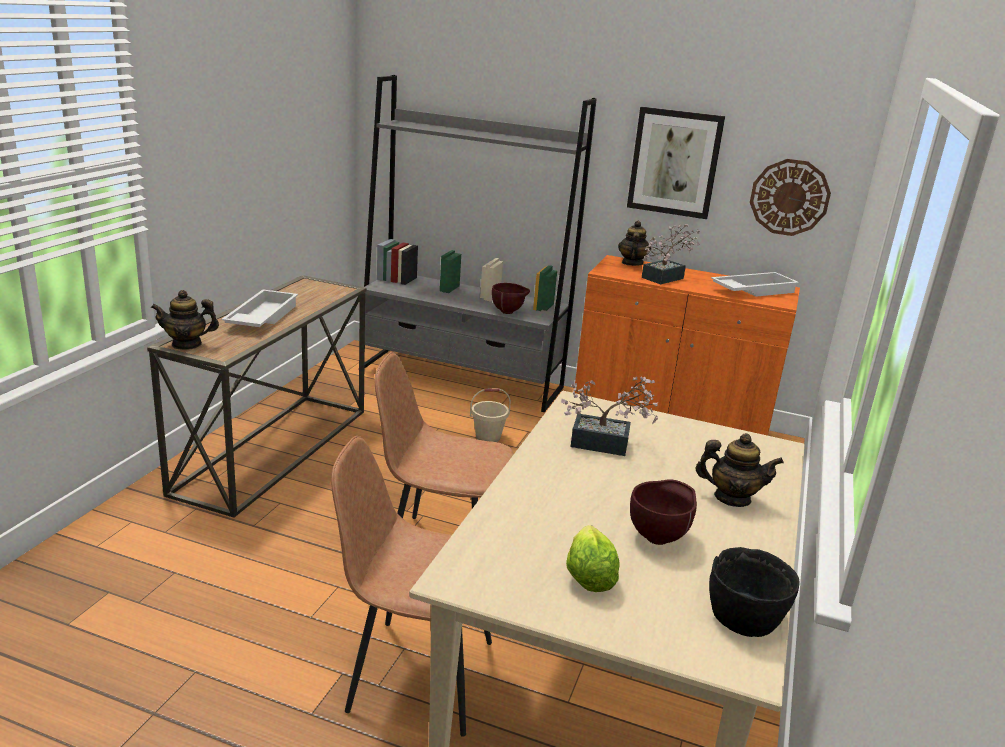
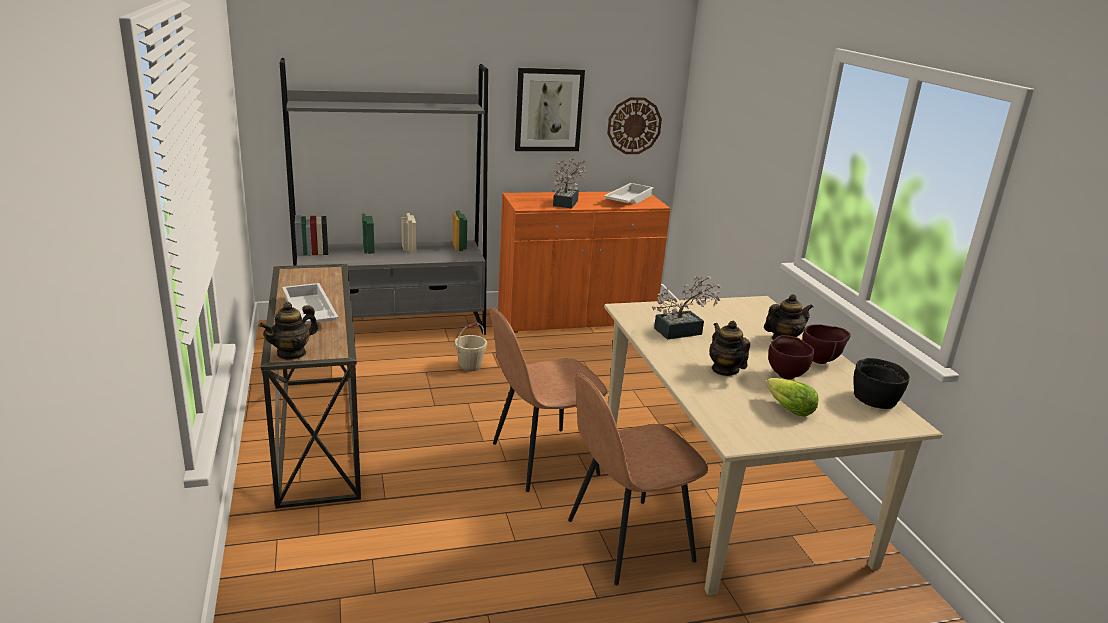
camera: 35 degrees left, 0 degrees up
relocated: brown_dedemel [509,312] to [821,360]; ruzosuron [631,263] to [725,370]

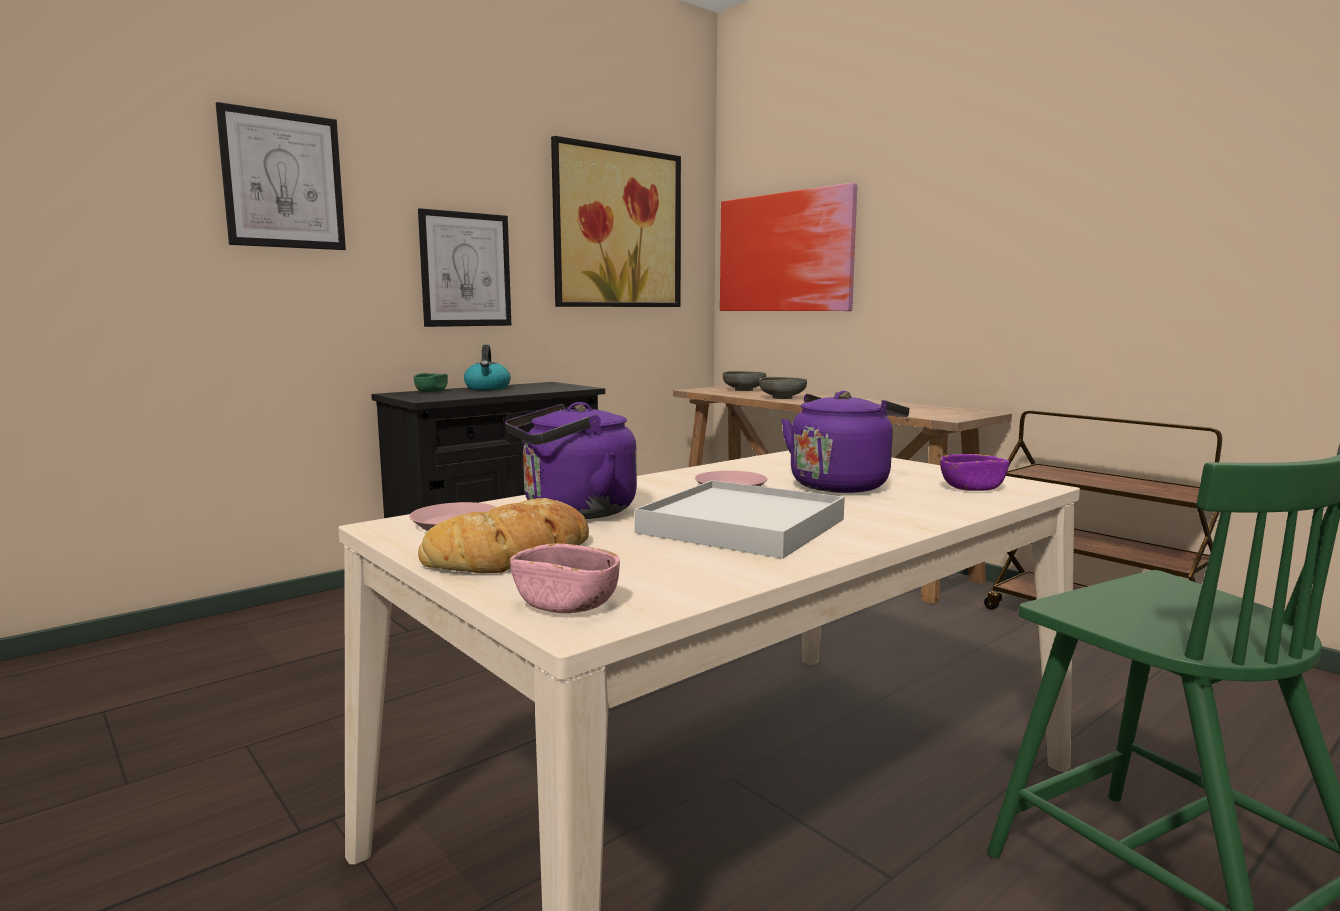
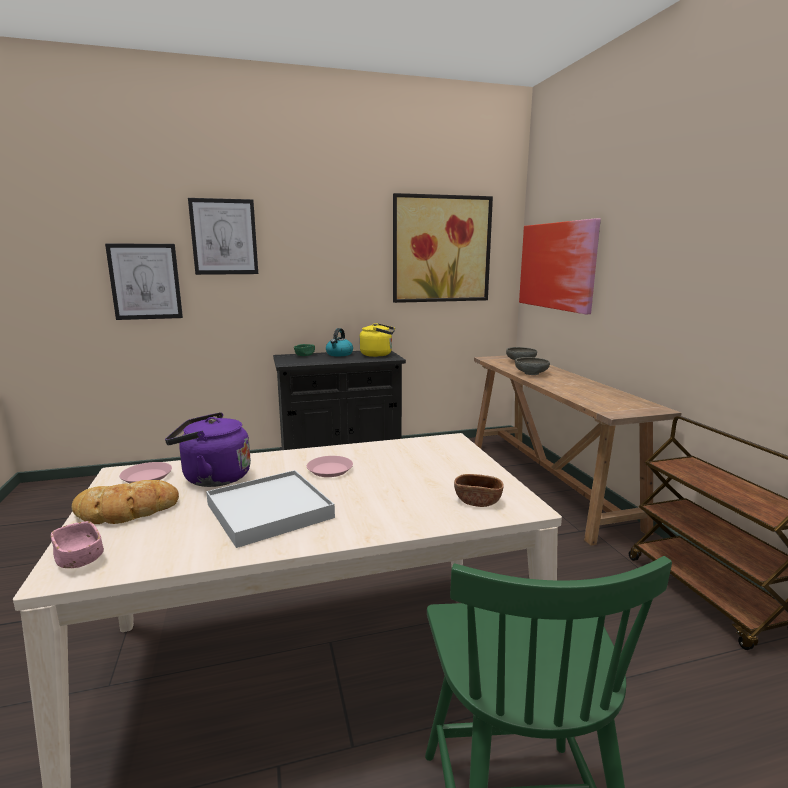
camera: 25 degrees right, 5 degrees up
missing: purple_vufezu [841,485]
appeared: yellow_vufezu [378,354]
relocated: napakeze [465,269] to [145,281]
colour: purple_dedemel [972,488] to brown_dedemel [477,501]

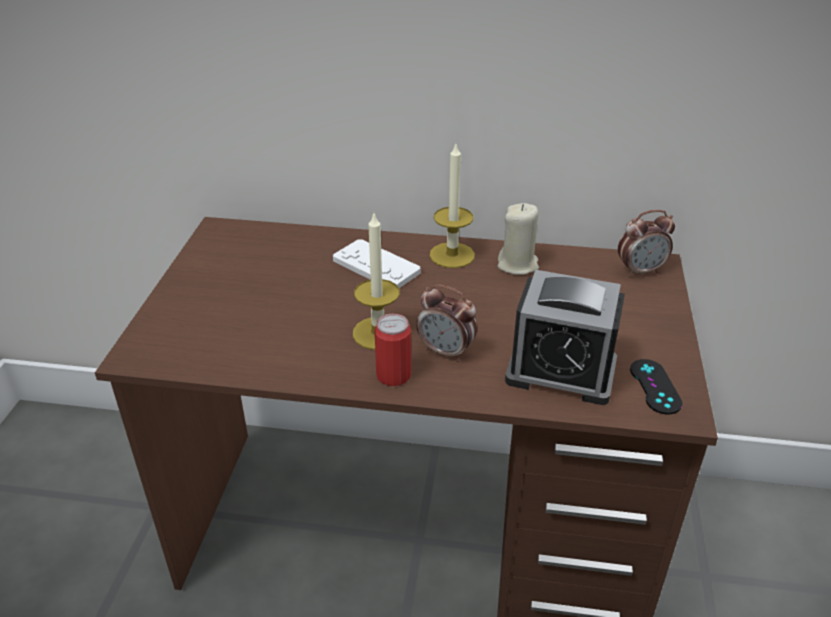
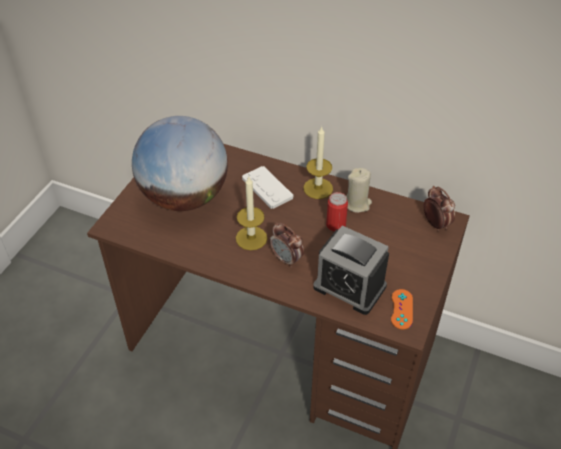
camera: 15 degrees right, 10 degrees up
appeared: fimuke [185,197]
relocated: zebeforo [393,375] to [335,225]
colour: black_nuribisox [655,386] to orange_nuribisox [401,309]
spun: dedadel [640,271] = [435,224] 120 degrees counterclockwise

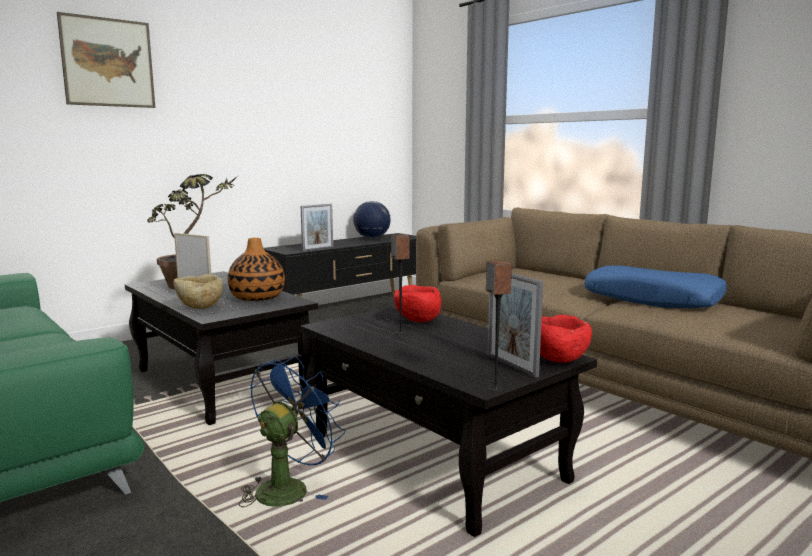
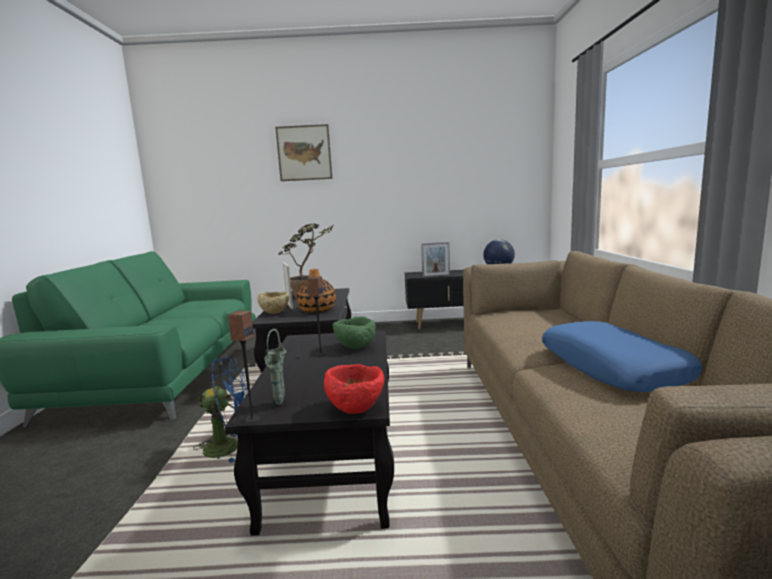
camera: 40 degrees right, 0 degrees up
missing: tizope [511,365]
appeared: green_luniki [279,404]
colour: red_dedemel [417,321] to green_dedemel [355,347]

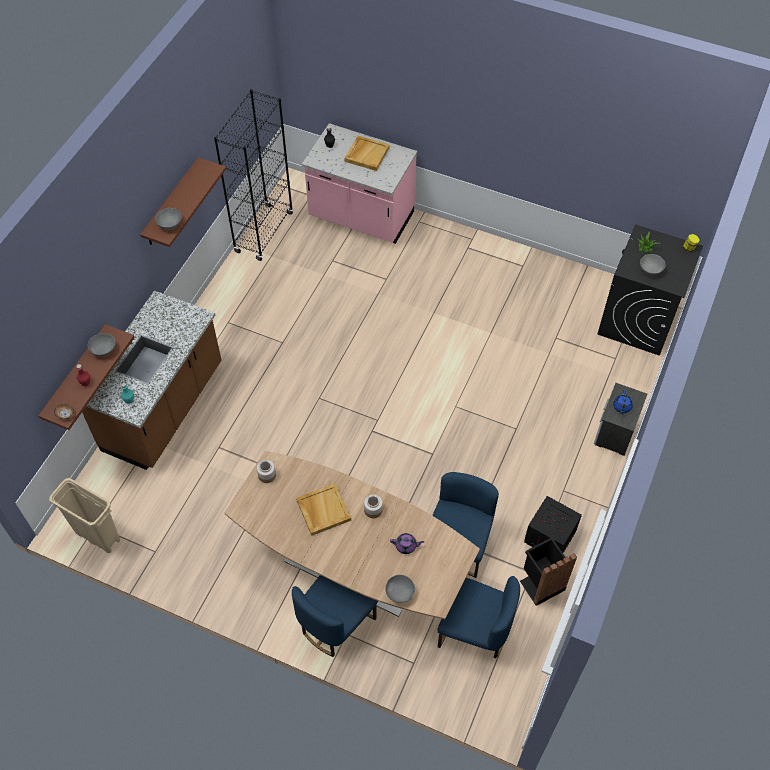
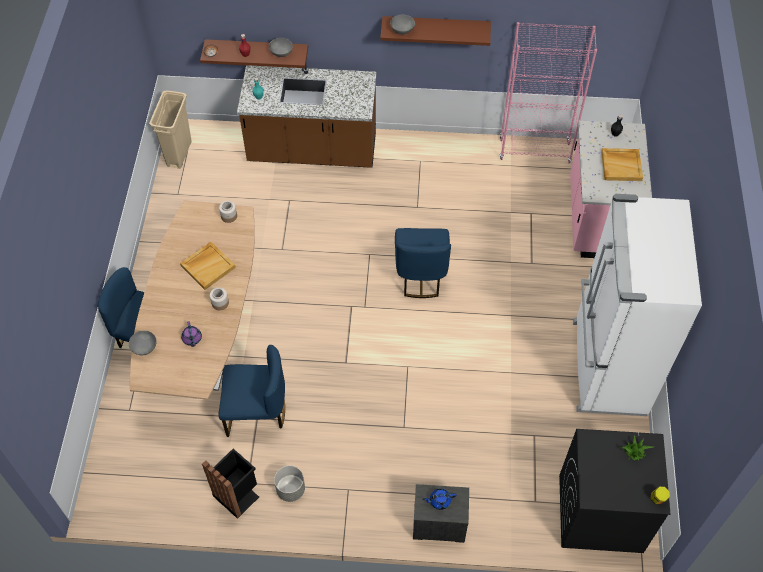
camera: 70 degrees right, 0 degrees up
missing: grey_dedemel [650,270]
appeared: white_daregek [606,368]
relocated: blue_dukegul [474,631] to [420,275]
exchanged: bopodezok [549,537] to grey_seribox [290,489]
colour: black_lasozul [264,232] to pink_lasozul [535,151]

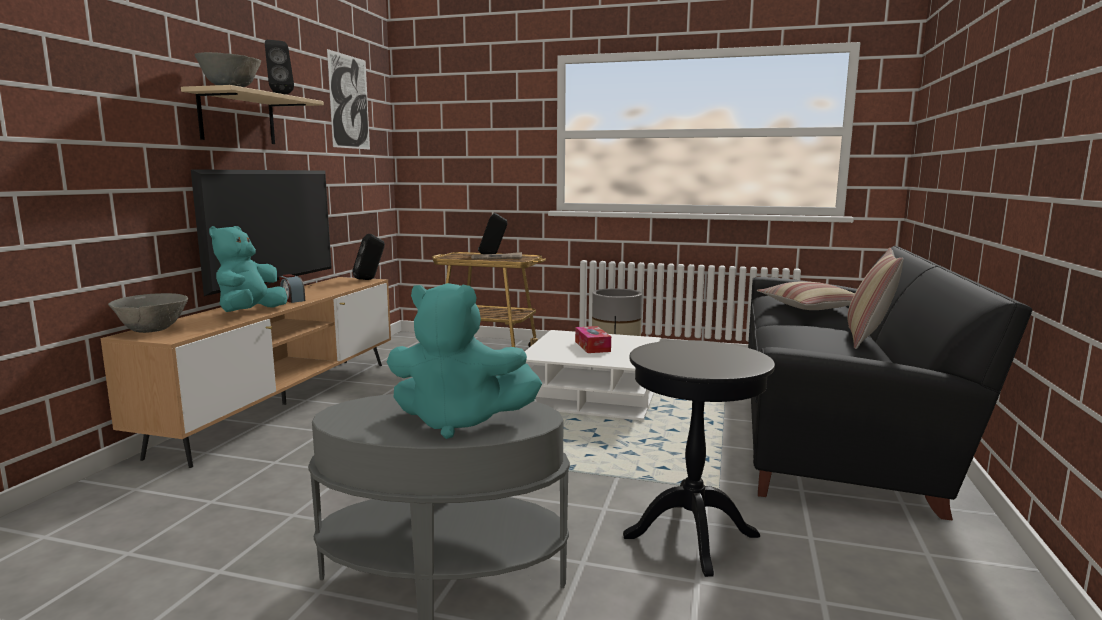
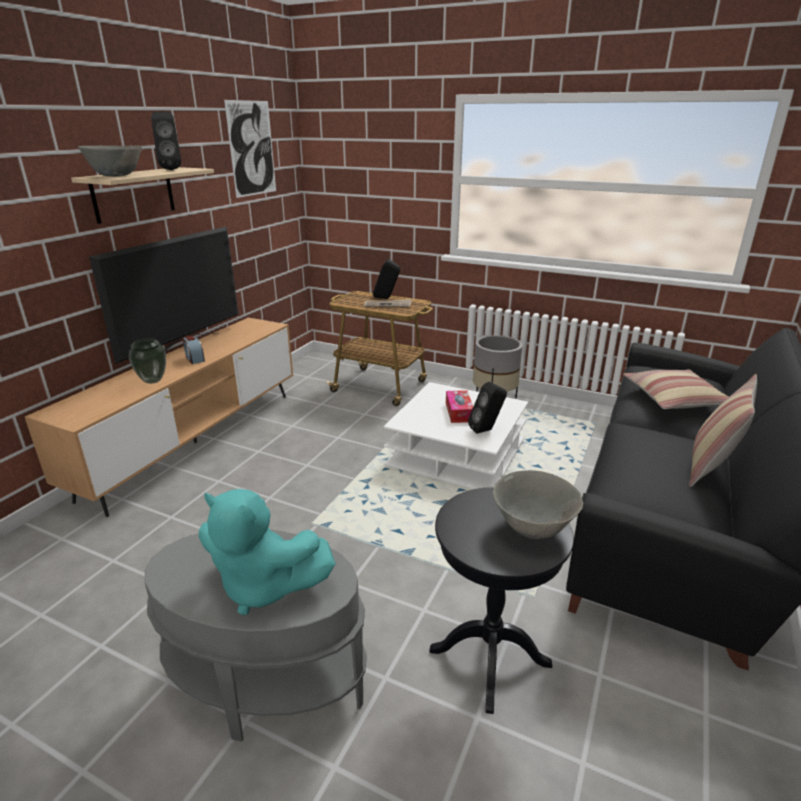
camera: 10 degrees right, 15 degrees up
relocated: grey_dedemel [153,331] to [533,527]; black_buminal [370,279] to [486,430]
exchanged: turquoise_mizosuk [250,313] to luniki [153,380]

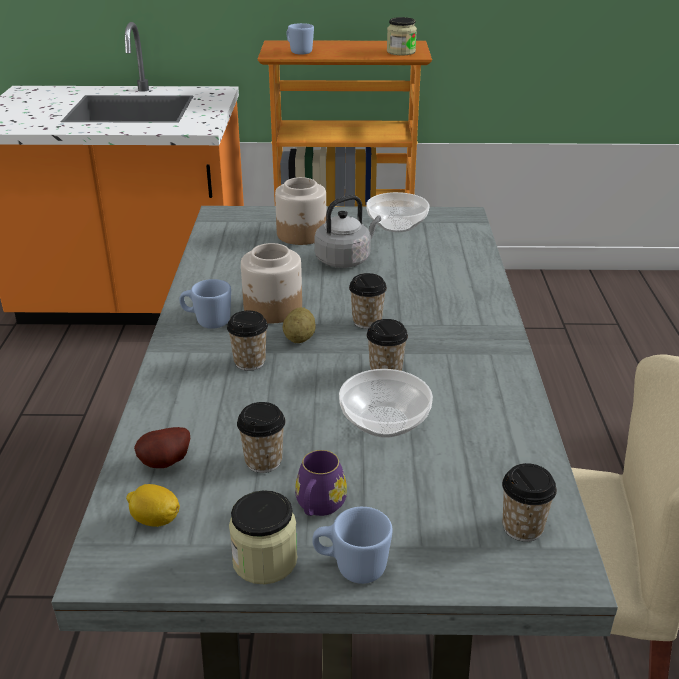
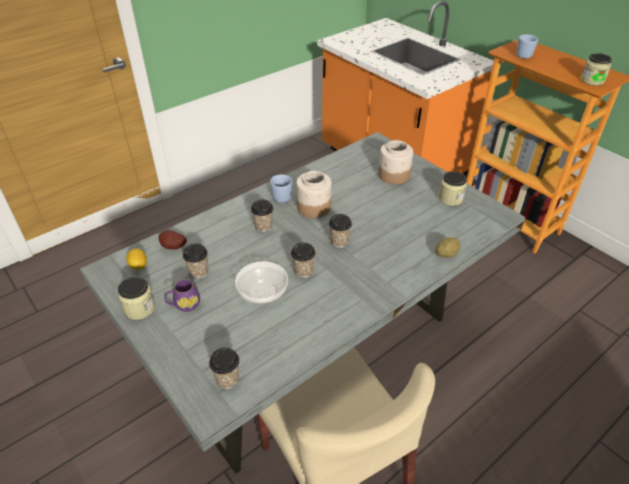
camera: 50 degrees right, 10 degrees up
missing: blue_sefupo [351,567]; grey_vufezu [345,259]
relocated: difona [299,338] to [446,254]
exchanged: dedemel [396,225] to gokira [450,198]

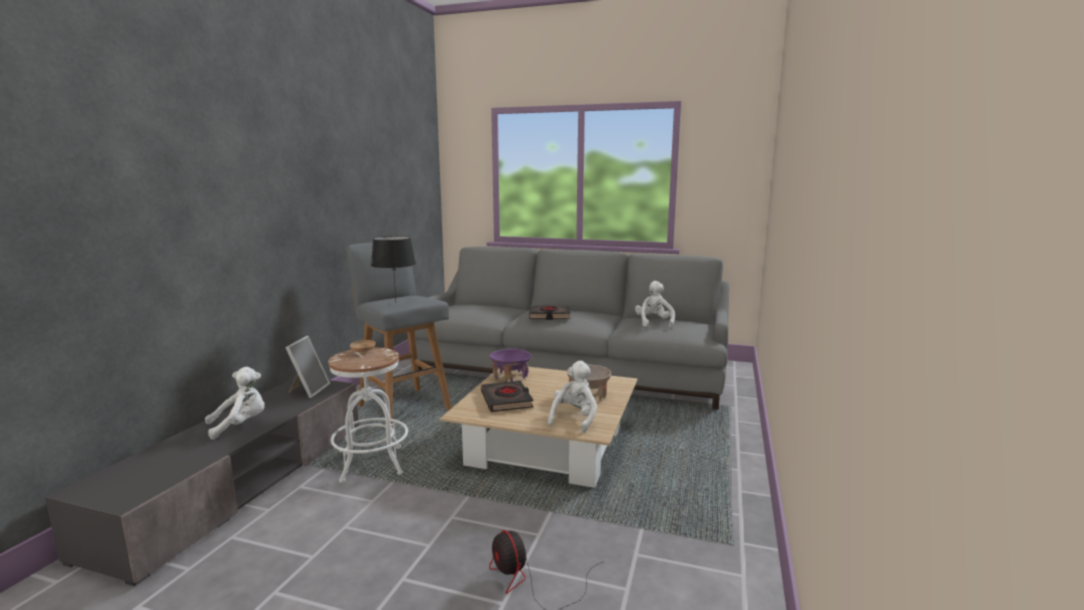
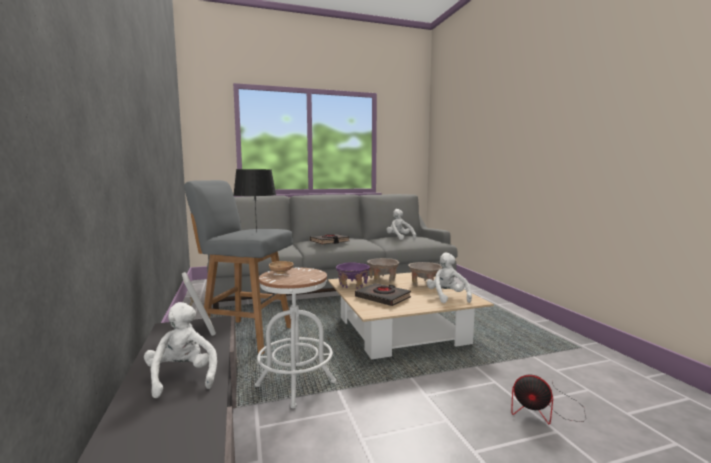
camera: 35 degrees left, 5 degrees down
appeared: beige_dedemel [382,279]
spun: white_mizosuk [240,425] = [182,377] 45 degrees counterclockwise

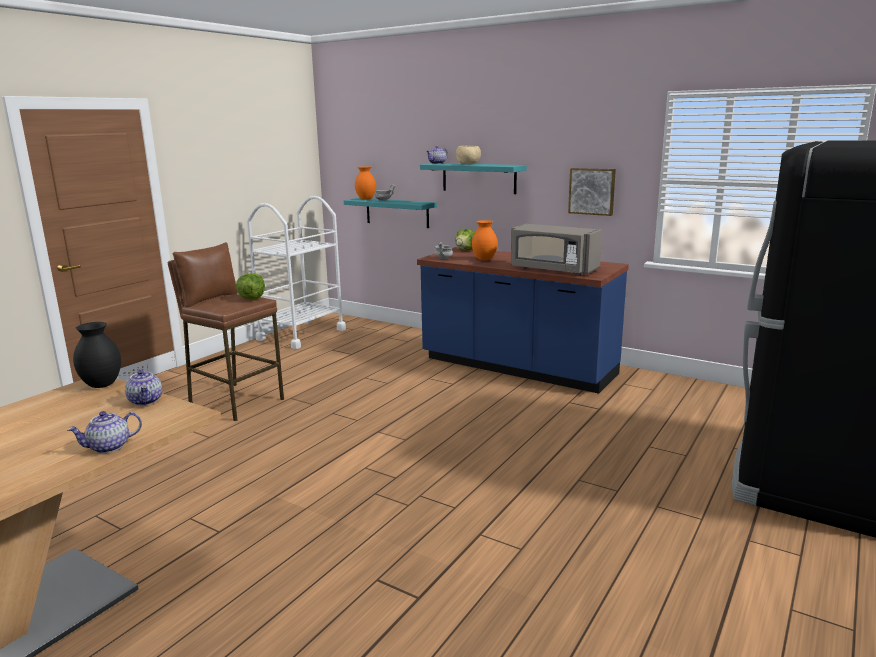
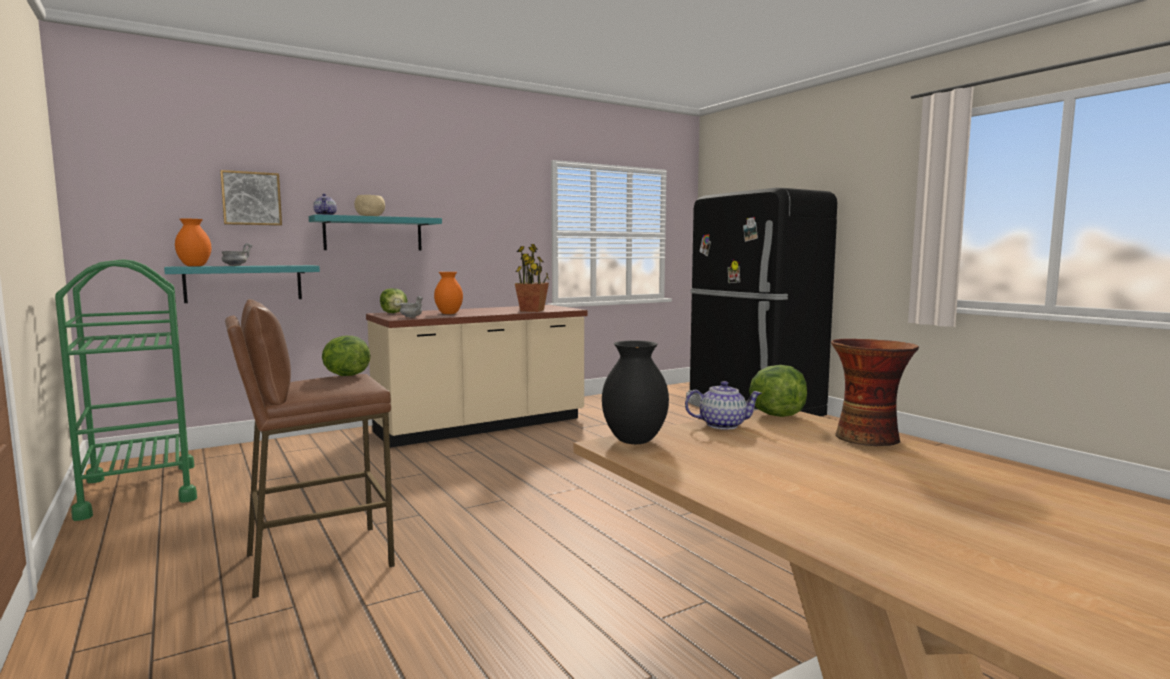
camera: 65 degrees left, 10 degrees down
appeared: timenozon [776,415]
relocated: napakeze [592,191] to [251,198]
exchanged: ruzosuron [109,447] to luniki [868,438]; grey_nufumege [553,270] to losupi [532,310]
colour: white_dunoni [301,334] to green_dunoni [139,490]; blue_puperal [517,367] to beige_puperal [482,426]

